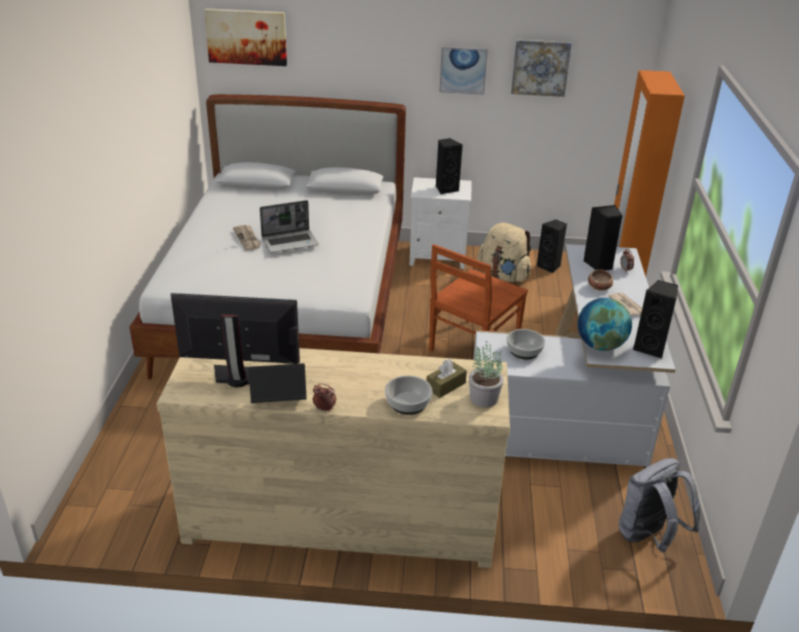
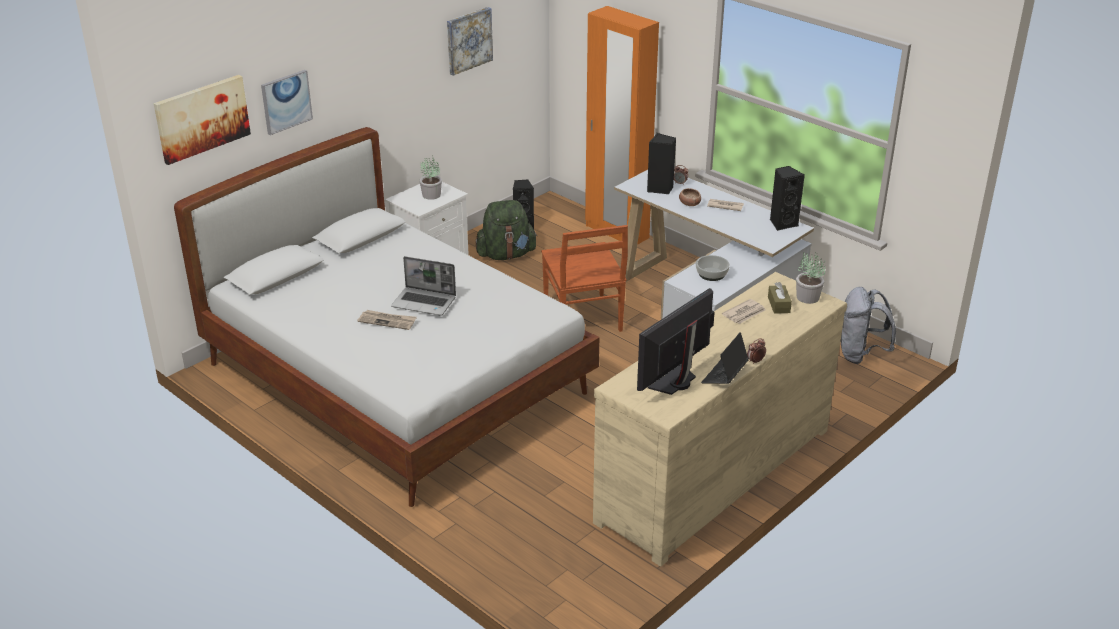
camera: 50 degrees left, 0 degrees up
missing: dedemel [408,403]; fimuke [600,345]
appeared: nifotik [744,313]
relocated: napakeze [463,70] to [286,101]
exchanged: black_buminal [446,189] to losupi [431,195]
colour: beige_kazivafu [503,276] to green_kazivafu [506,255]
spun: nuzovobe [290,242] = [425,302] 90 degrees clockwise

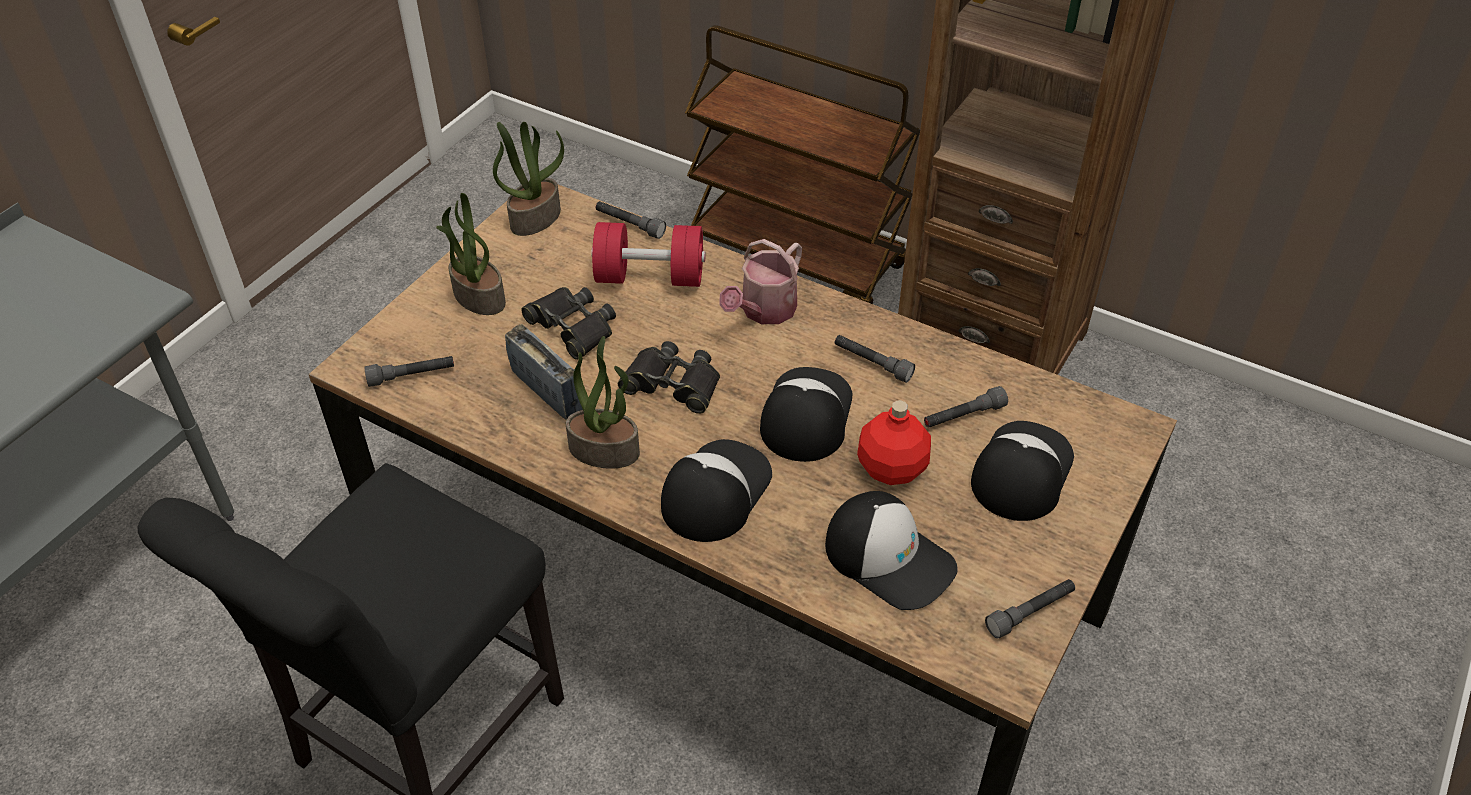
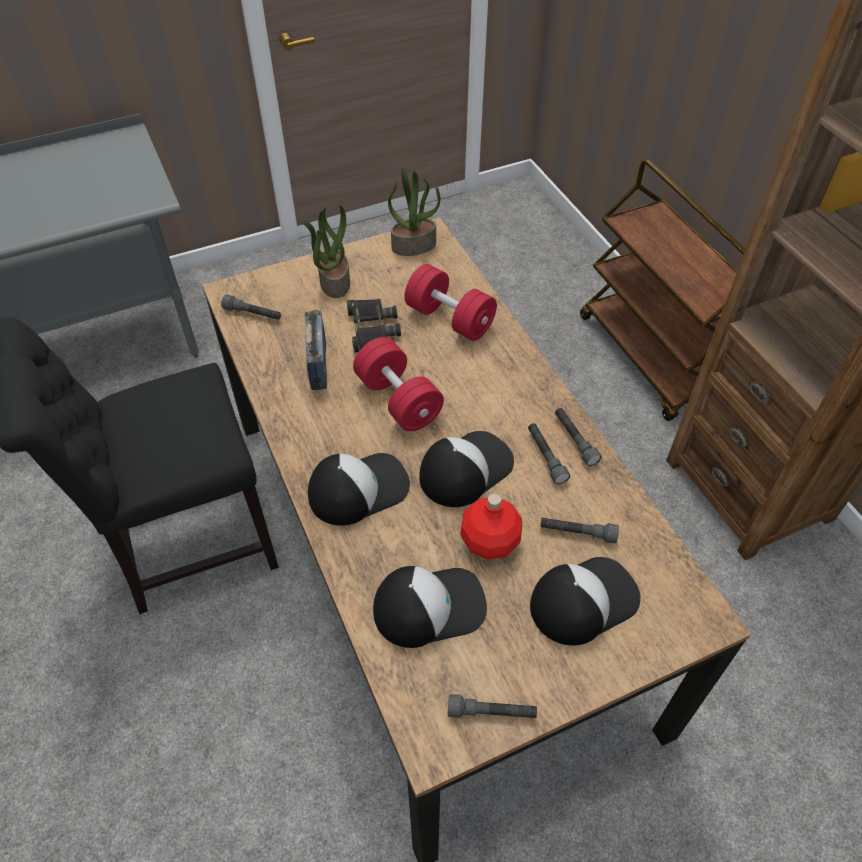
camera: 35 degrees right, 5 degrees up
missing: losupi [605,450]; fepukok [764,311]
relocated: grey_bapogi [629,225] to [574,440]
exchanged: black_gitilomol [672,384] to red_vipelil [398,400]
spun: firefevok [890,557] = [429,606] 90 degrees counterclockwise

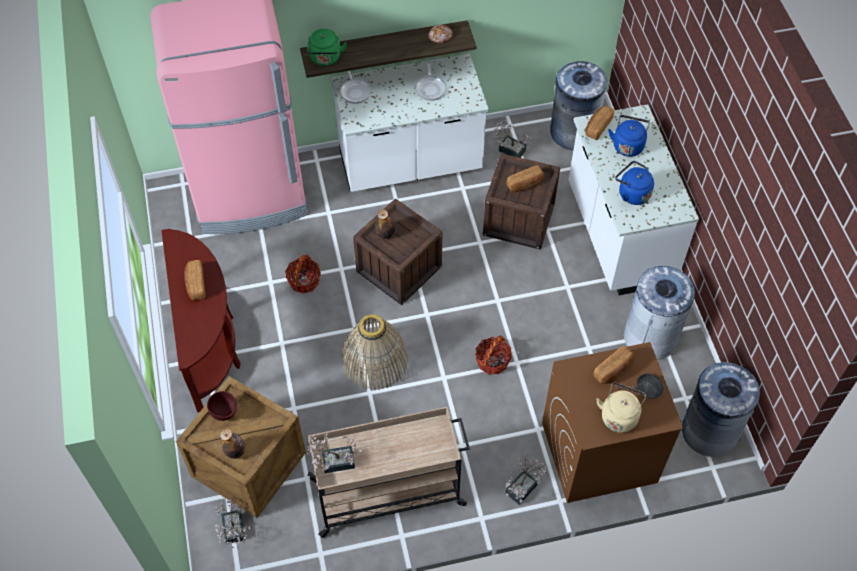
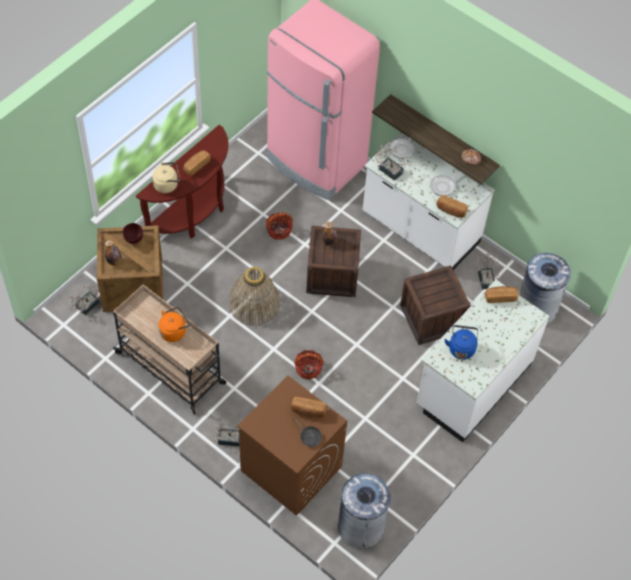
camera: 50 degrees right, 0 degrees up
missing: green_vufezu [325,59]; blue_vufezu [628,145]; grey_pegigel [650,336]
appeared: orange_vufezu [174,331]
relocated: losupi [334,462] to [389,169]; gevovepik [525,184] to [451,210]; beige_vufezu [619,415] to [167,185]

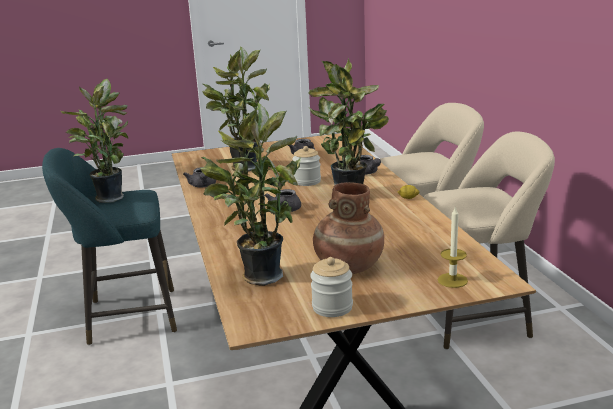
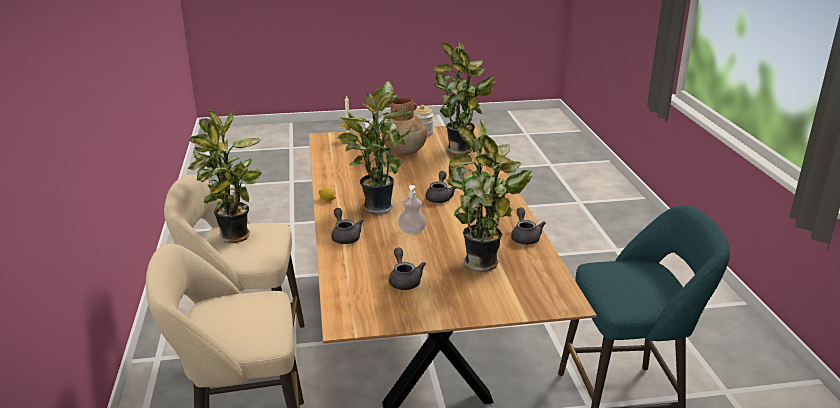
camera: 175 degrees left, 5 degrees up
relocated: losupi [109,197] to [234,238]
exchanged: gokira [307,181] to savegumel [412,231]

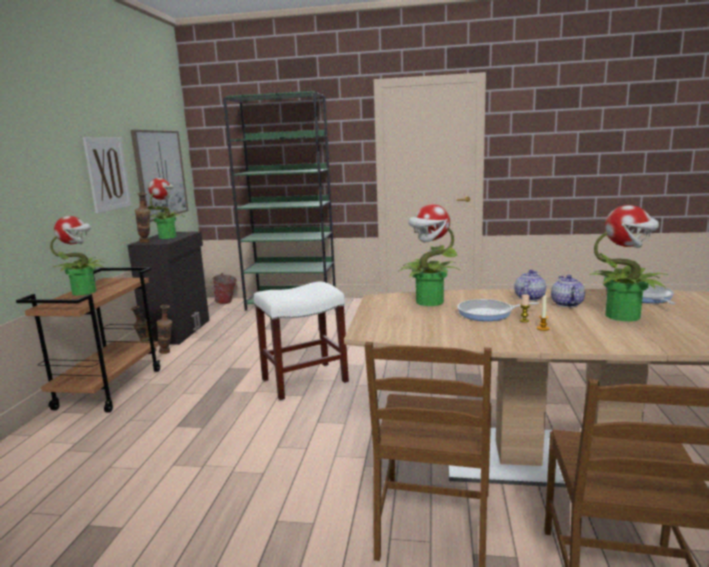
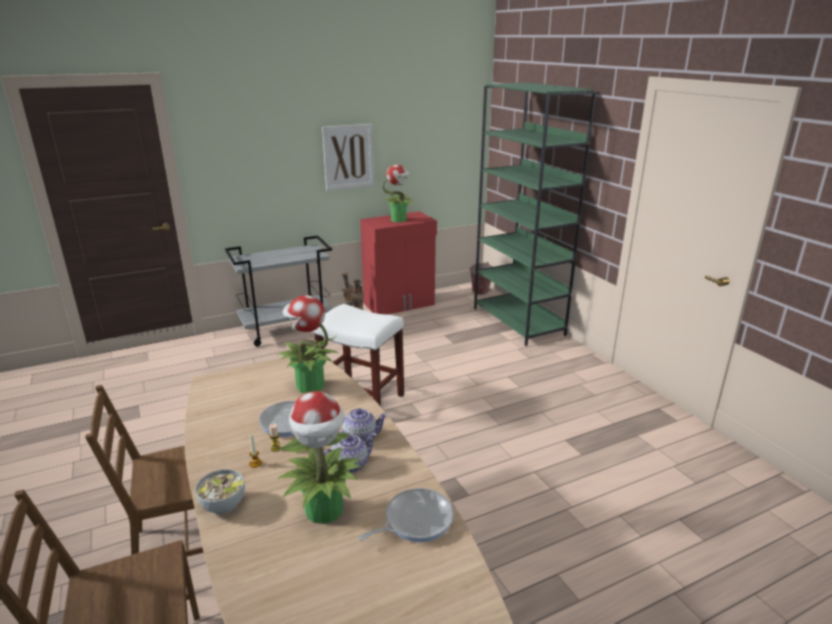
camera: 55 degrees right, 10 degrees up
missing: losupi [85,292]; napakeze [160,174]; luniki [146,242]
appeared: dedemel [223,504]
colour: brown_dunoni [110,388] to grey_dunoni [287,329]; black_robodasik [179,331] to red_robodasik [400,304]

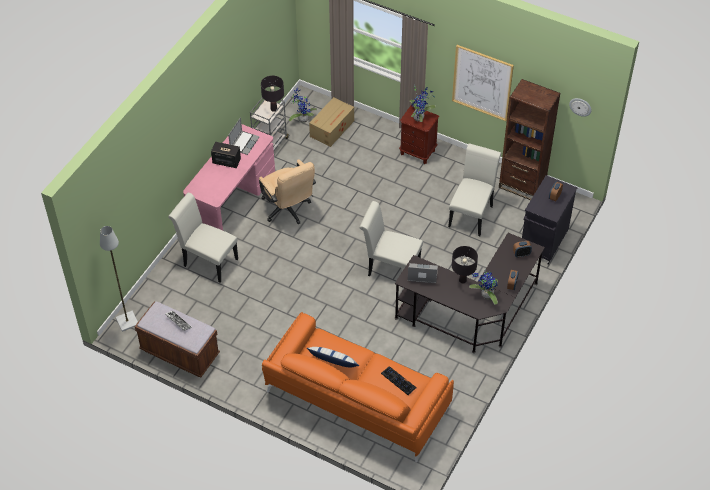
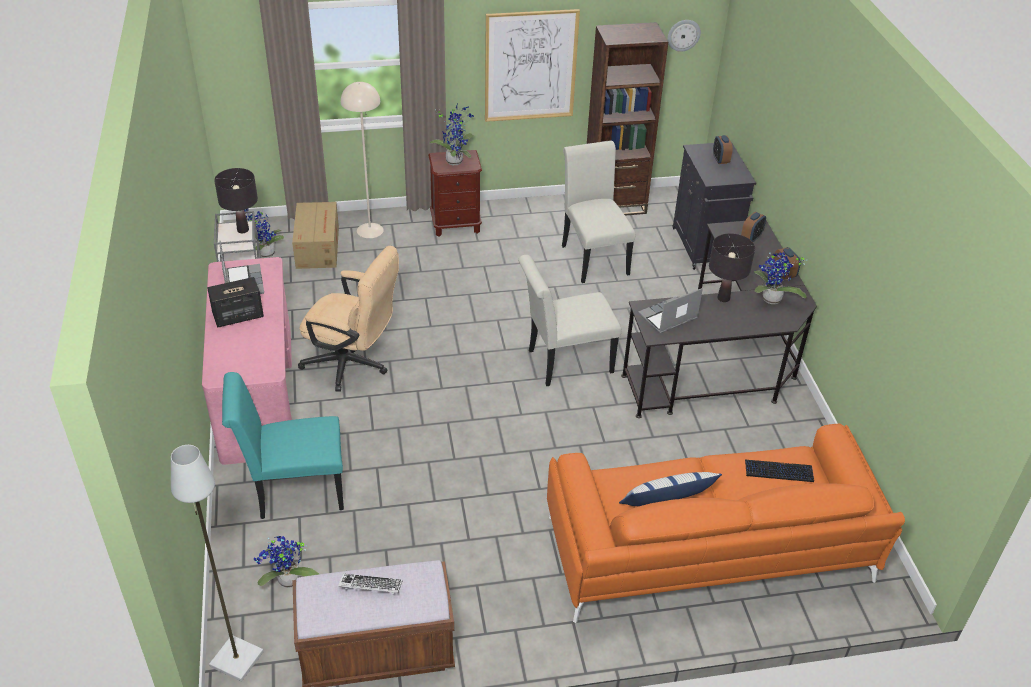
camera: 40 degrees left, 10 degrees down
appeared: losupi [288,582]; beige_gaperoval [370,230]
colour: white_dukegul [207,261] to turquoise_dukegul [293,491]

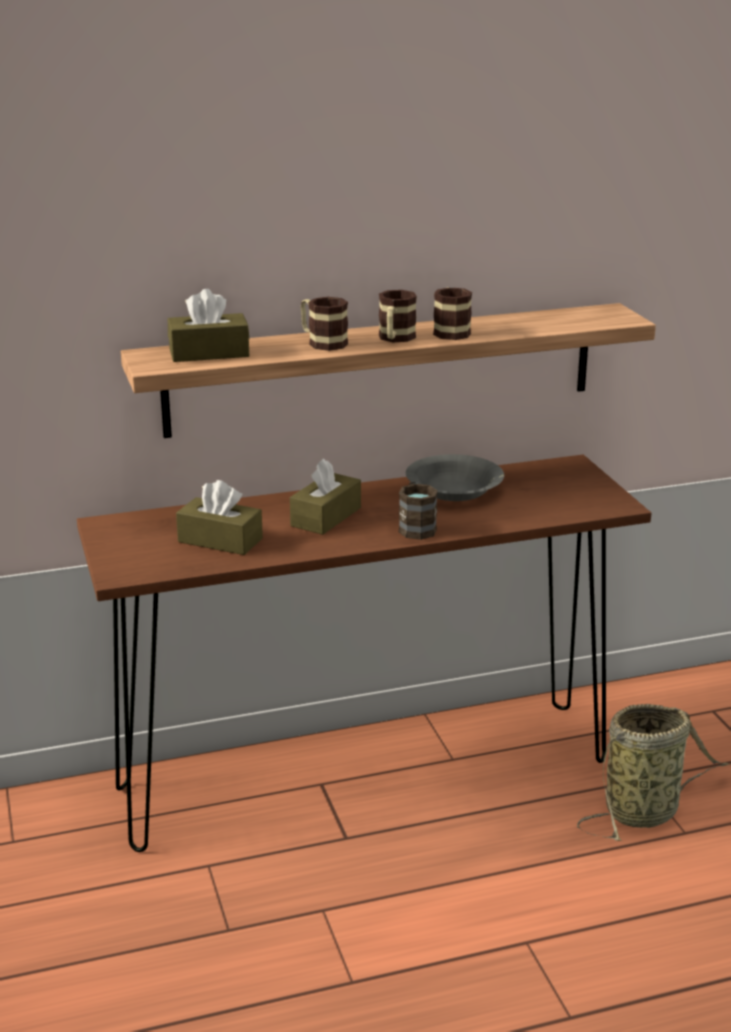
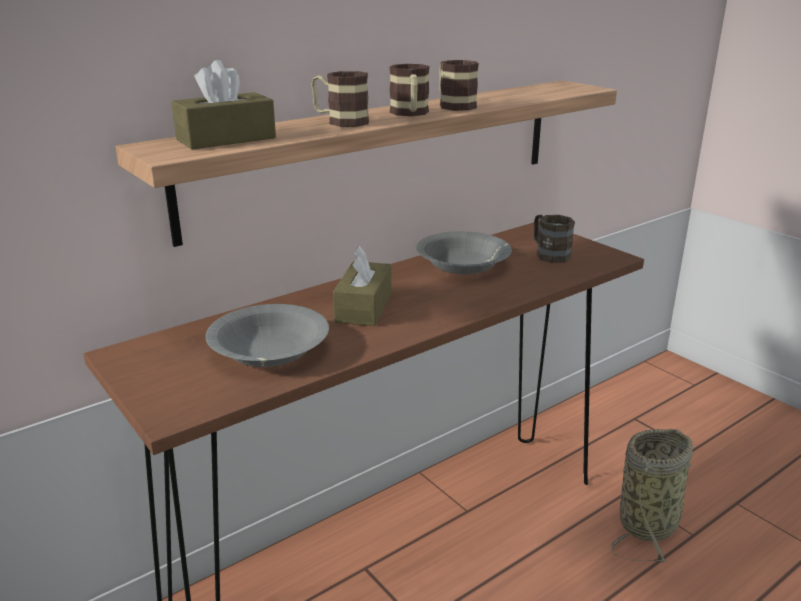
camera: 20 degrees left, 0 degrees up
relocated: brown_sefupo [416,527] to [548,253]
exchanged: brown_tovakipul [220,540] to grey_dedemel [269,350]

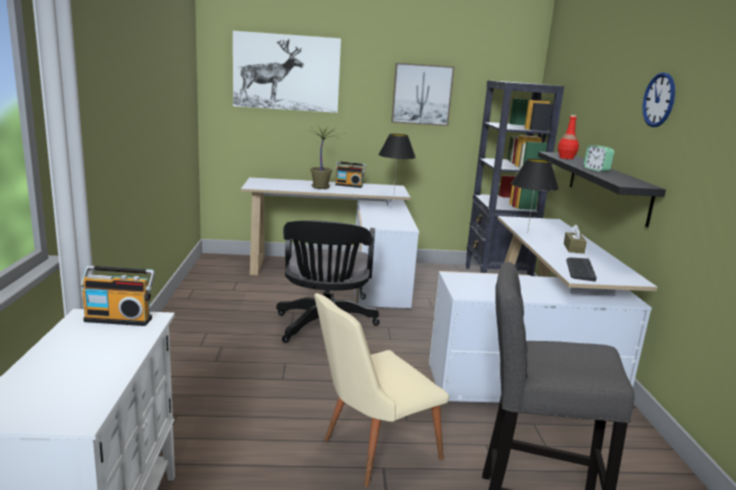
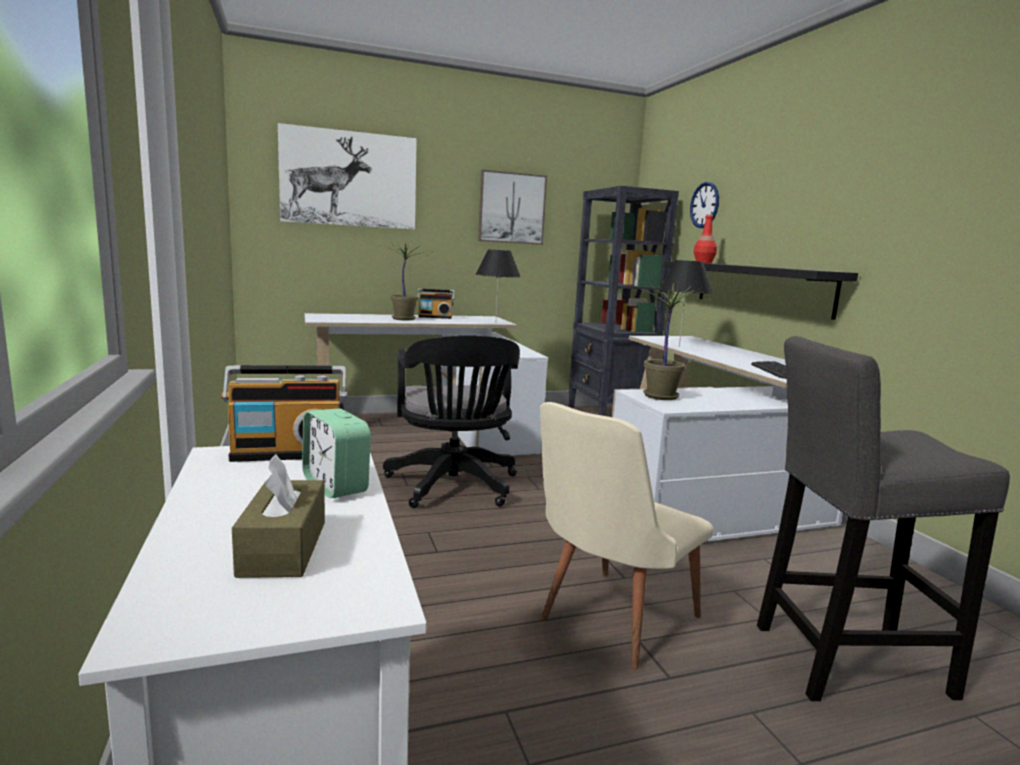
camera: 15 degrees left, 5 degrees down
appeared: losupi [662,397]
relocated: brown_tovakipul [573,248] to [283,548]; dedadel [596,169] to [335,486]; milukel [659,100] to [704,205]

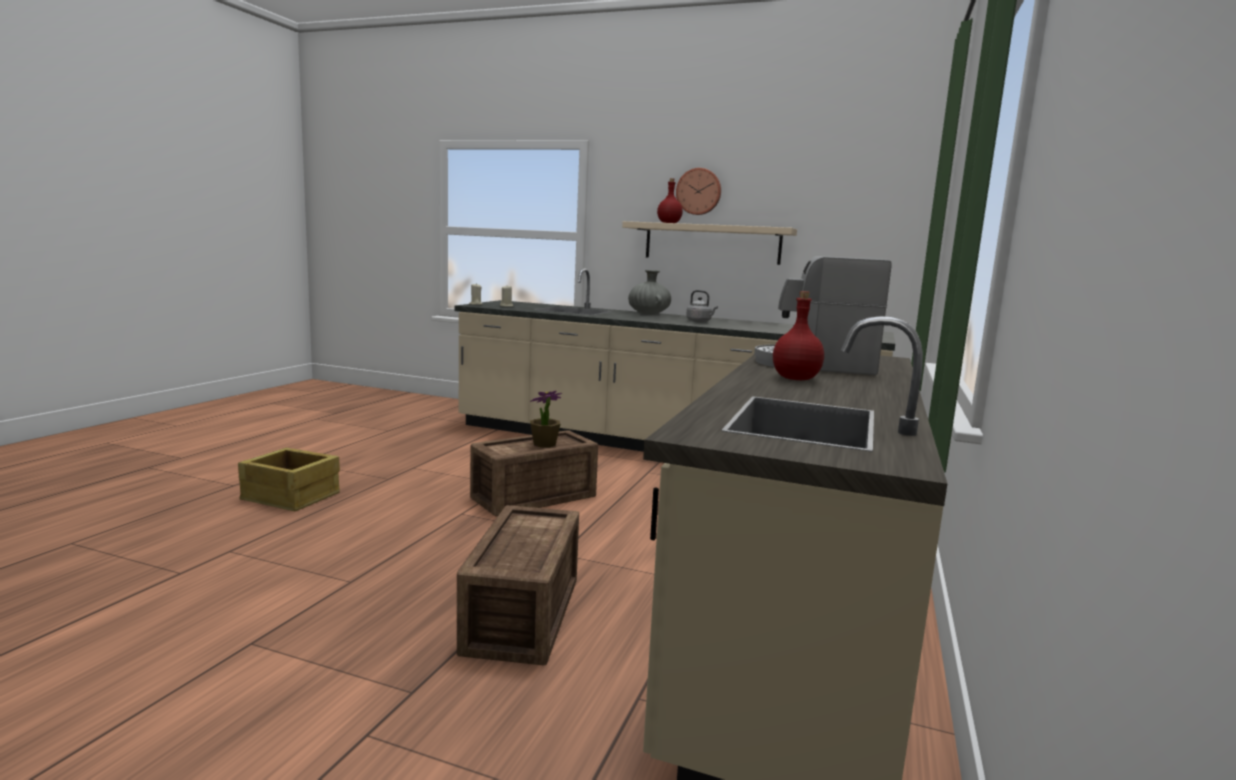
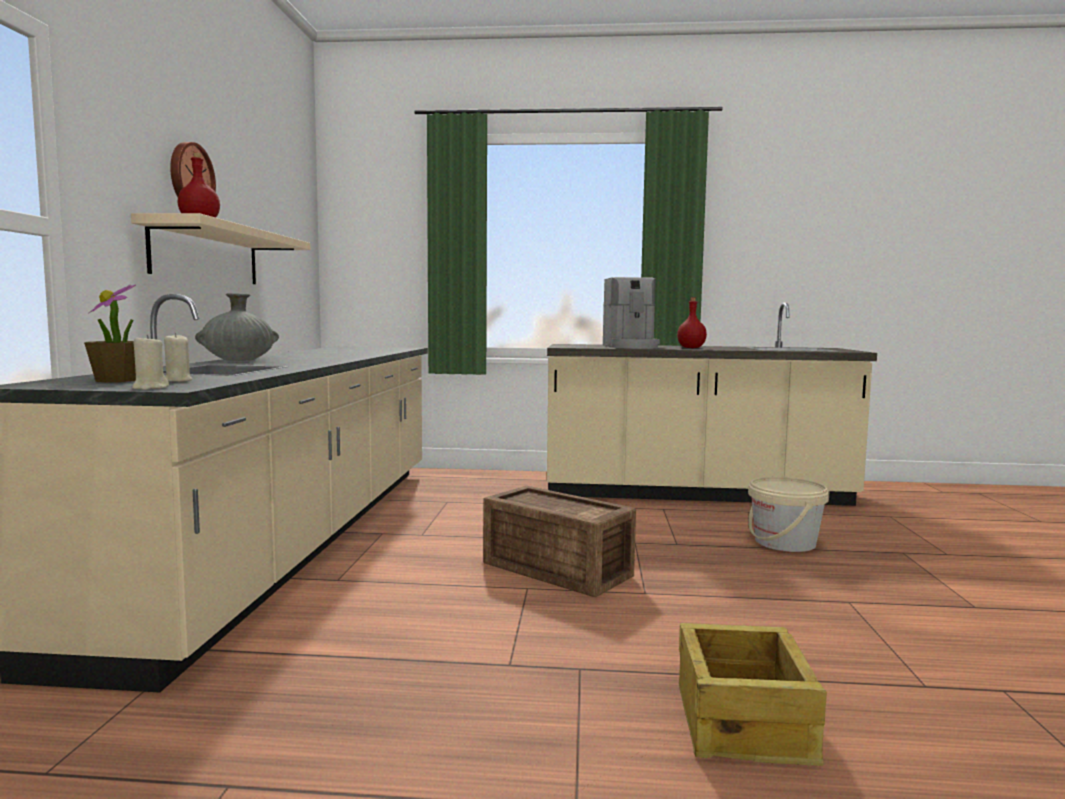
camera: 105 degrees left, 5 degrees down
missing: grey_vufezu [700,321]
relocated: losupi [544,444] to [118,380]
exchanged: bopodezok [519,615] to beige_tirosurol [784,542]

